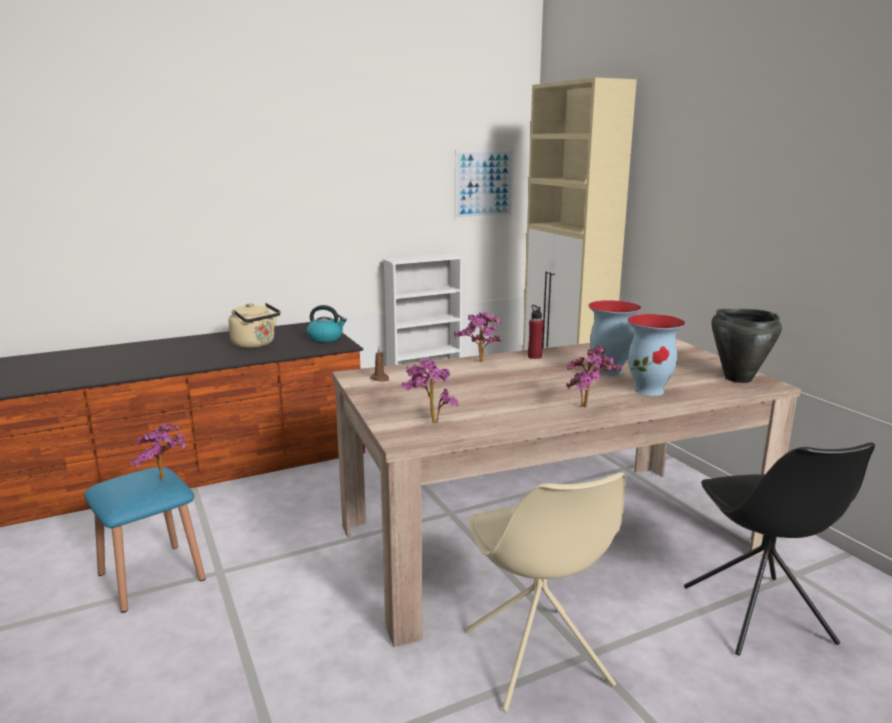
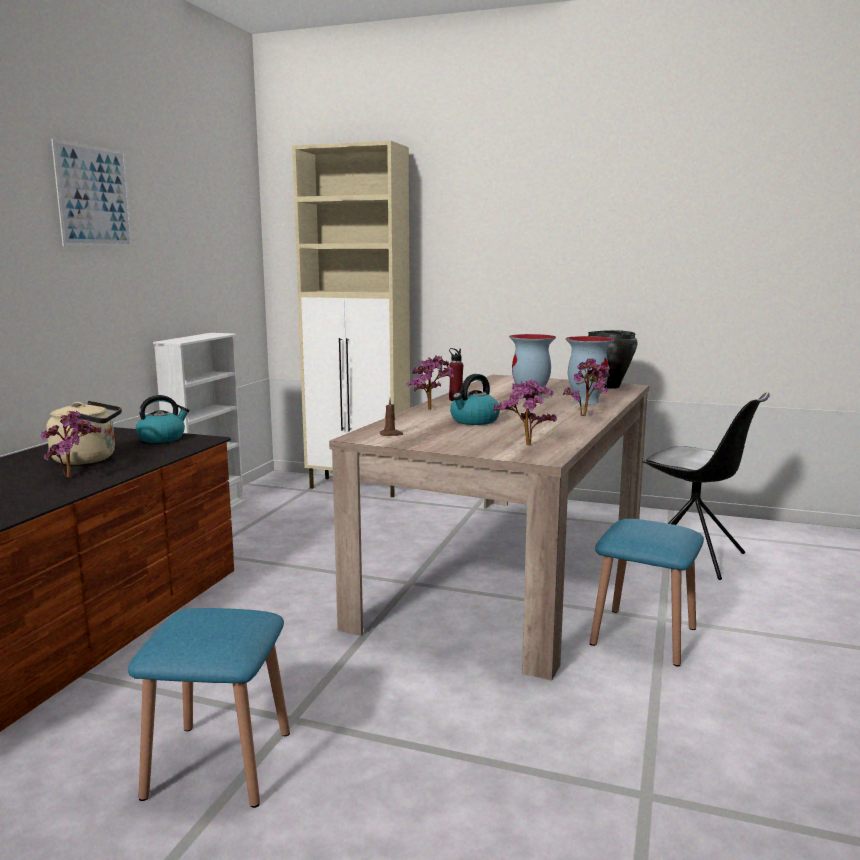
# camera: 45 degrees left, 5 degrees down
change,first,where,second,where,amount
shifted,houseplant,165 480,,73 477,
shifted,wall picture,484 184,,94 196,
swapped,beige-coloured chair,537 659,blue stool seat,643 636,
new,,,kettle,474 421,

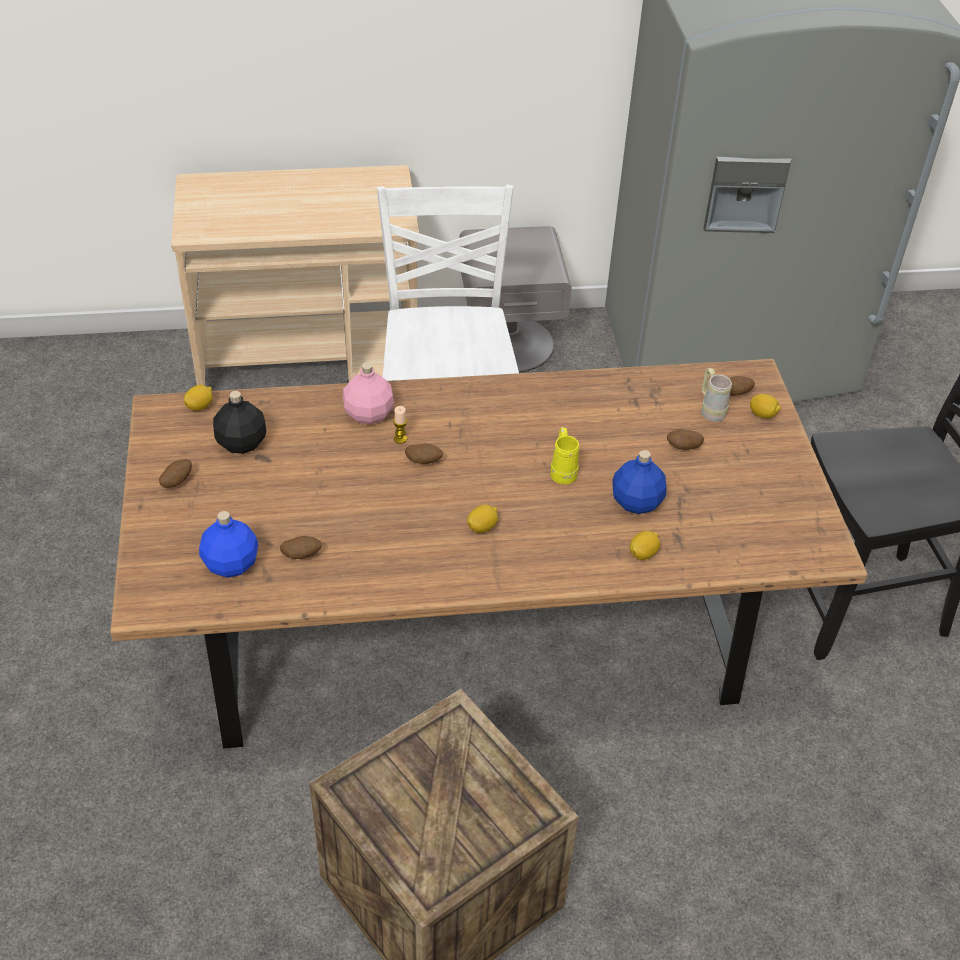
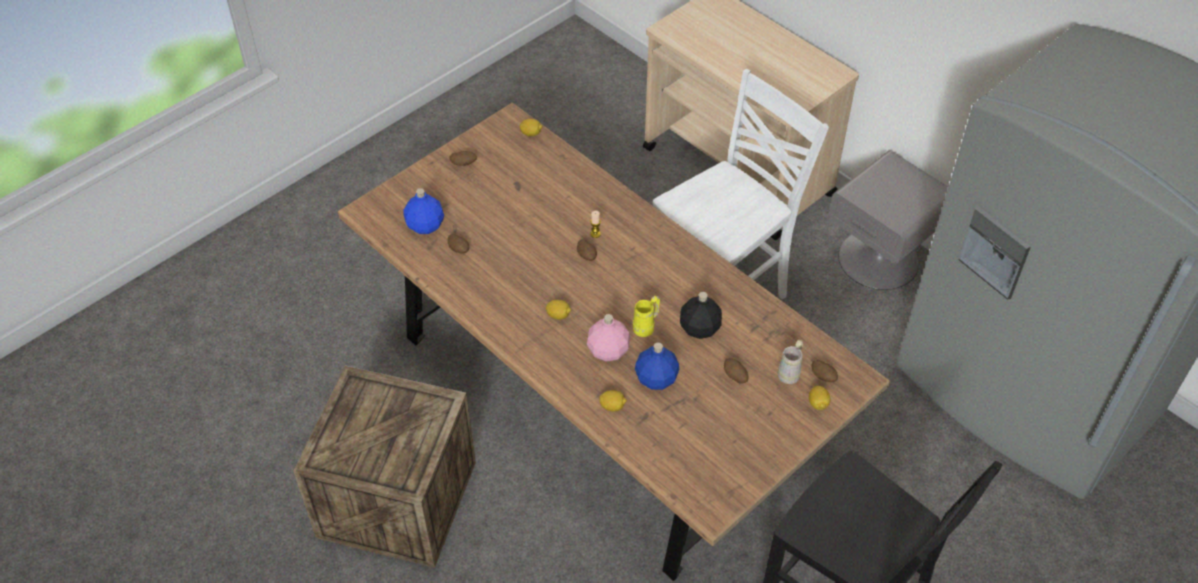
# camera: 55 degrees right, 5 degrees up
change,first,where,second,where,amount
shifted,blackish drink bottle,241 444,,699 329,
shifted,pink-coloured drink bottle,369 414,,608 351,

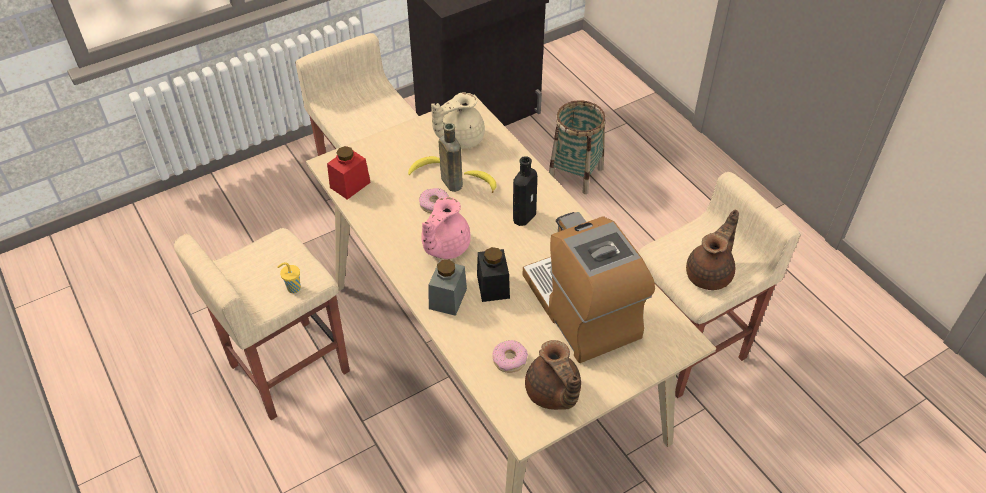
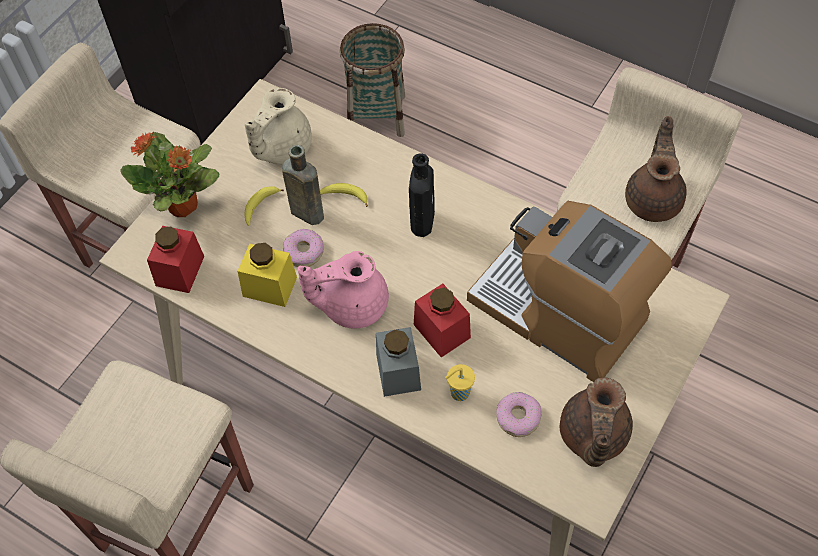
# camera: 25 degrees left, 10 degrees up
change,first,where,second,where,amount
shifted,yellow-coloured cup,293 288,,458 393,
rotated,pink-coloured pot for tea,444 247,,351 305,75 degrees clockwise
repainted,blackish storage jar,493 286,red storage jar,442 331,
rotated,brown pot for tea,553 393,,592 437,60 degrees clockwise
new,,,houseplant,183 206,
new,,,yellow-coloured storage jar,270 287,

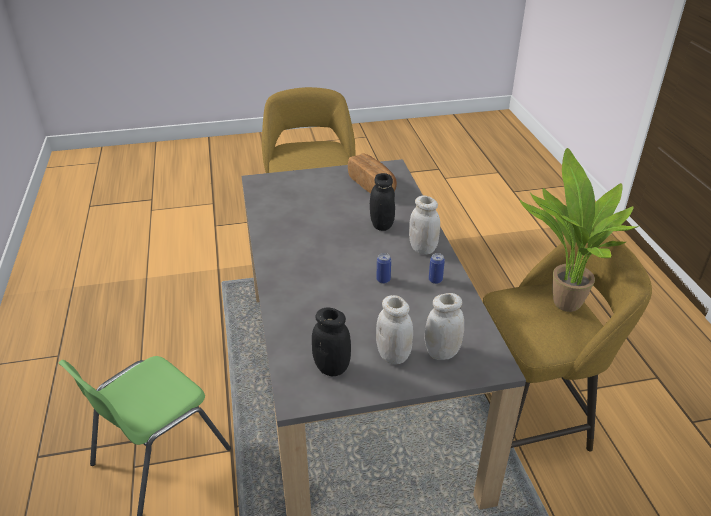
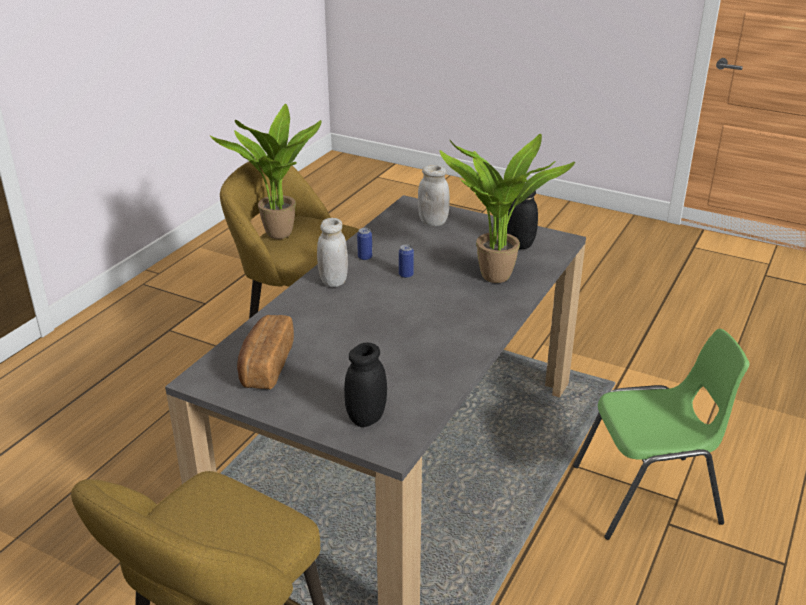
# camera: 140 degrees left, 5 degrees down
change,first,where,second,where,amount
shifted,blackish storage jar,381 225,,366 418,
gone,whitish storage jar,393 355,,,
new,,,houseplant,497 280,

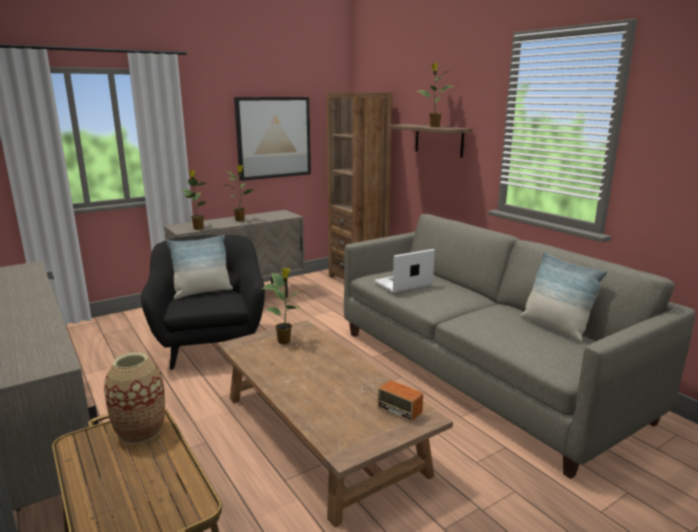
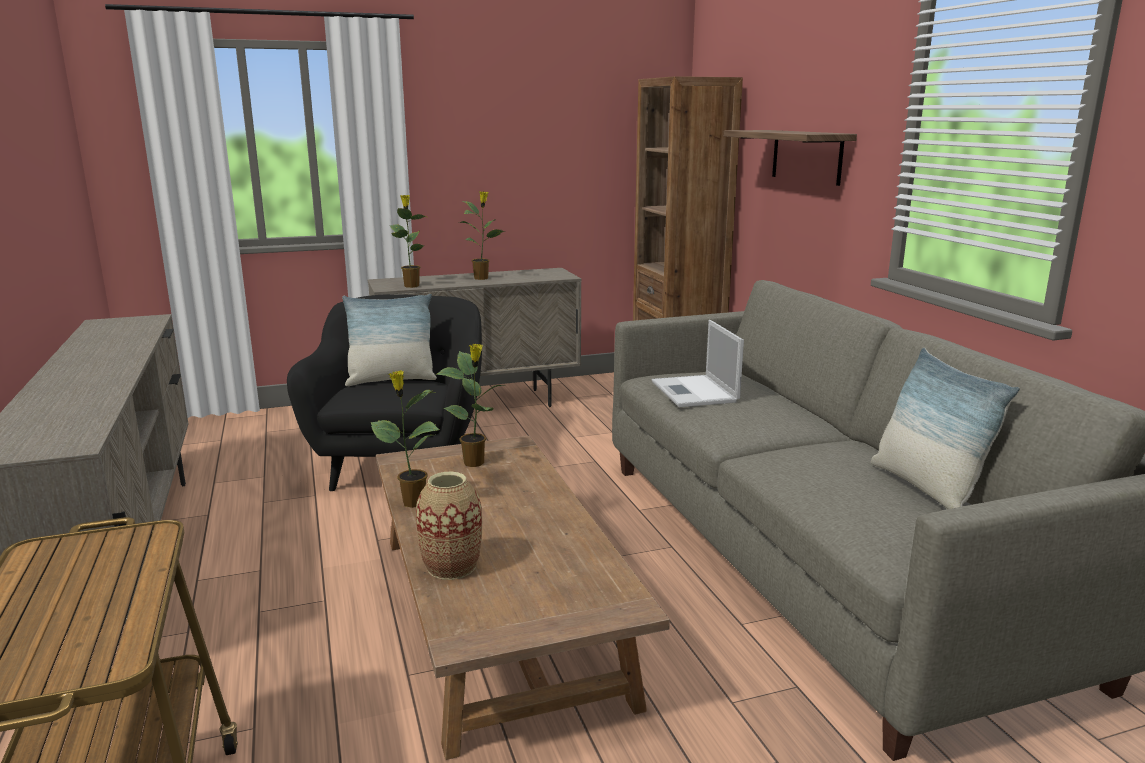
# camera: 15 degrees right, 0 degrees up
change,first,where,second,where,amount
shifted,decorative vase,140 431,,451 567,
gone,wall picture,273 137,,,
gone,radio set,390 397,,,
rotated,notebook computer,402 284,,695 392,90 degrees counterclockwise
shifted,houseplant,434 126,,412 502,

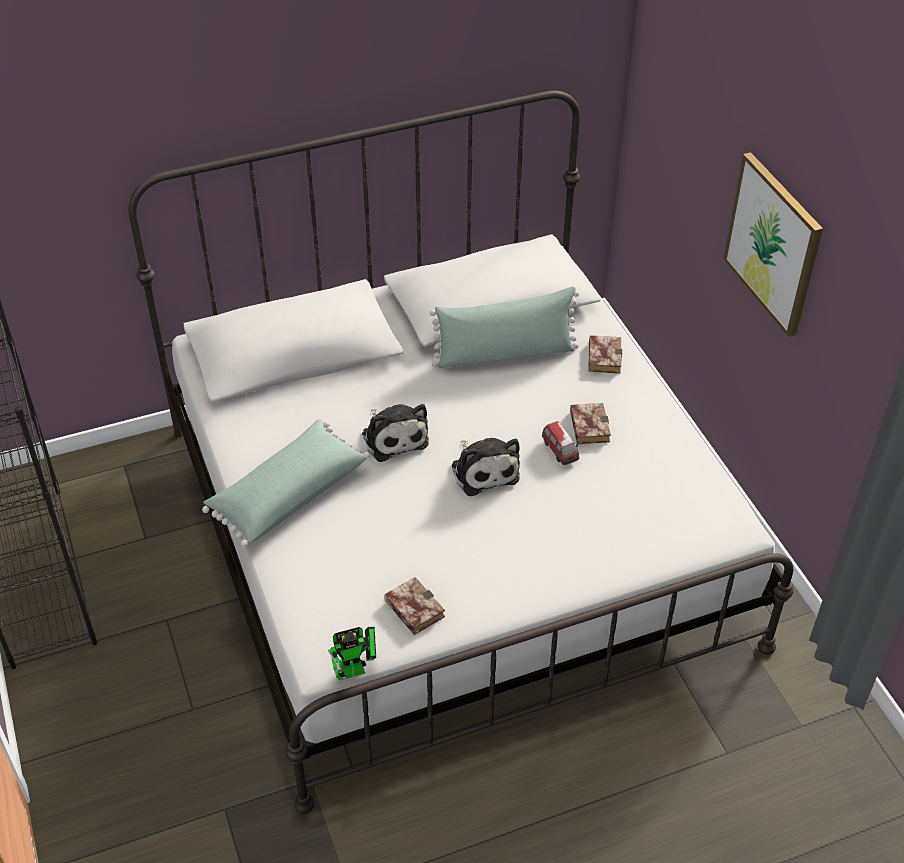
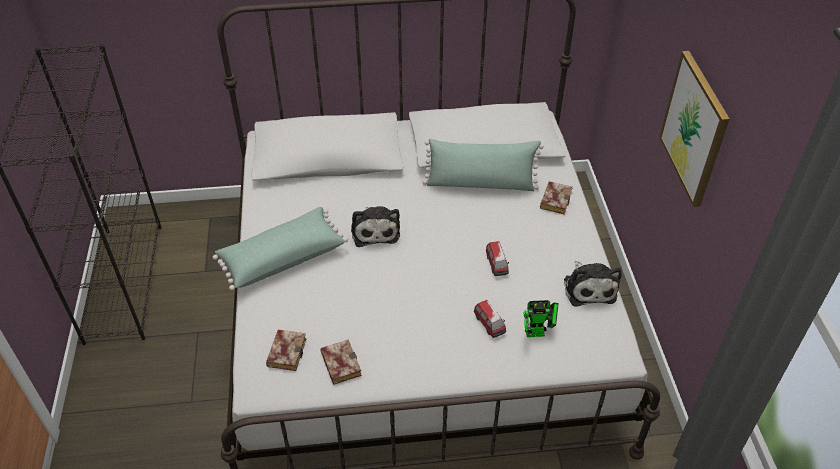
# camera: 15 degrees right, 0 degrees up
change,first,where,second,where,amount
shifted,model robot,356 670,,538 333,
shifted,plush toy,484 470,,589 287,
shifted,volume,587 426,,286 351,
new,,,toy car,489 324,

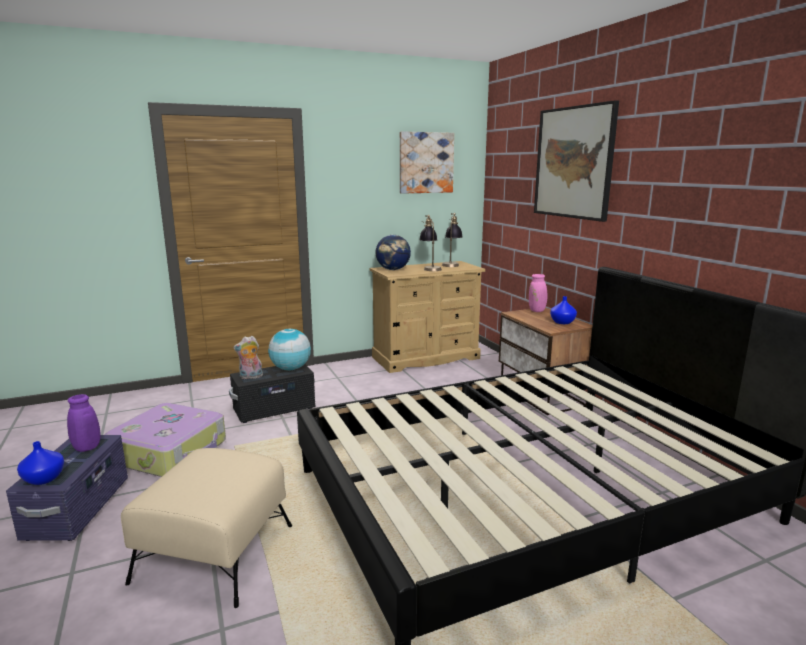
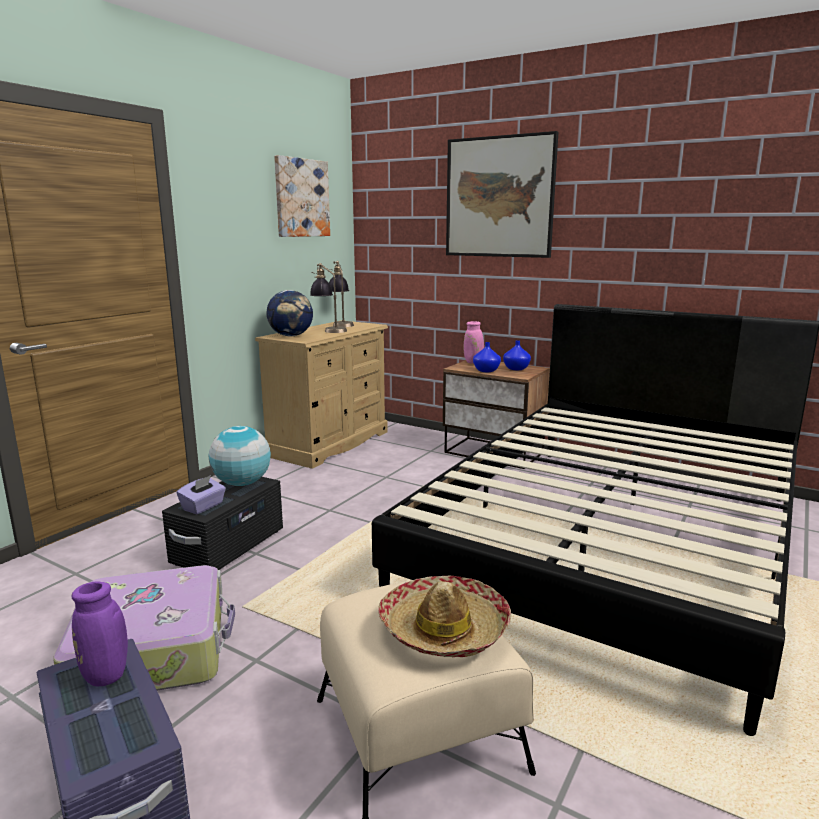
# camera: 35 degrees left, 0 degrees up
change,first,where,second,where,amount
shifted,blue decorative vase,43 479,,486 370,
swapped,plush toy,250 377,purple-coloured tissue holder,203 507,
new,,,wearable hat,444 629,

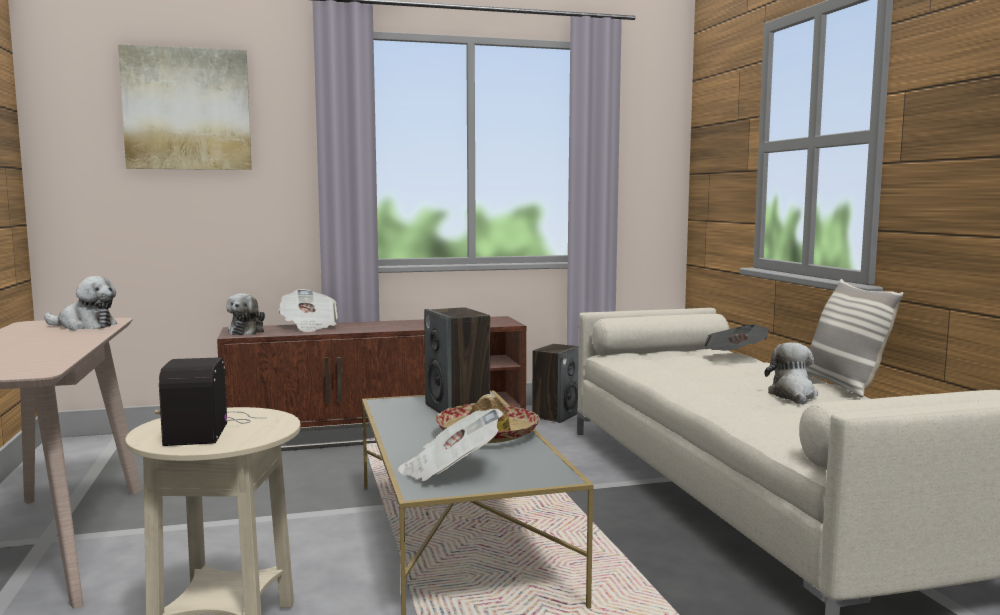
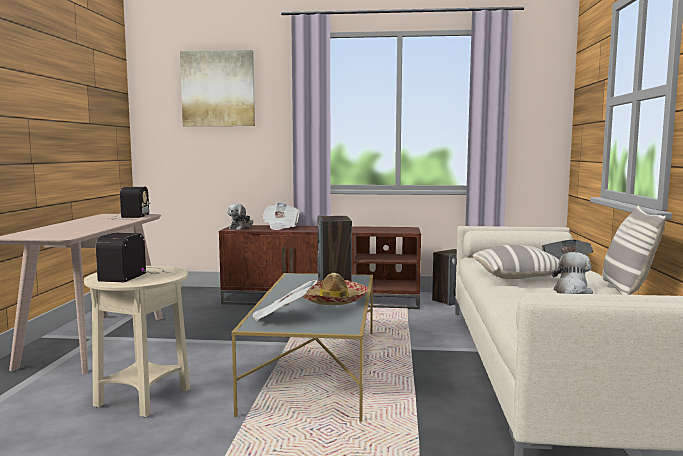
# camera: 20 degrees right, 0 degrees up
change,first,where,second,where,amount
swapped,plush toy,84 326,radio set,129 217,
new,,,cushion,519 276,

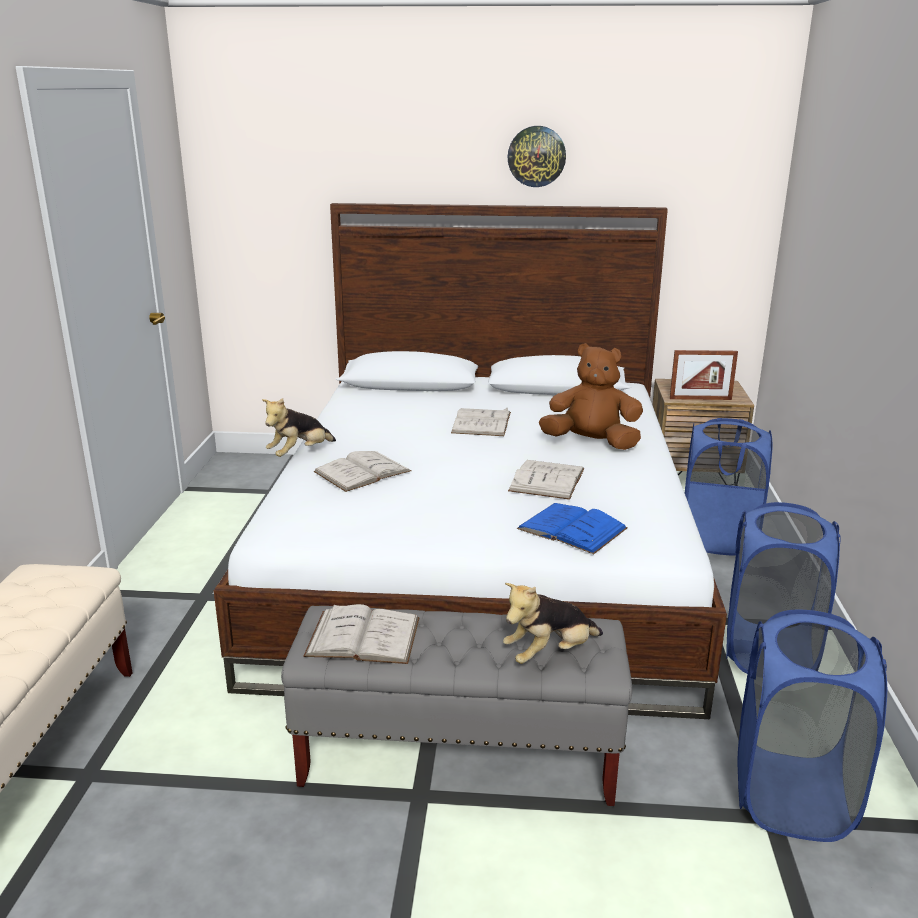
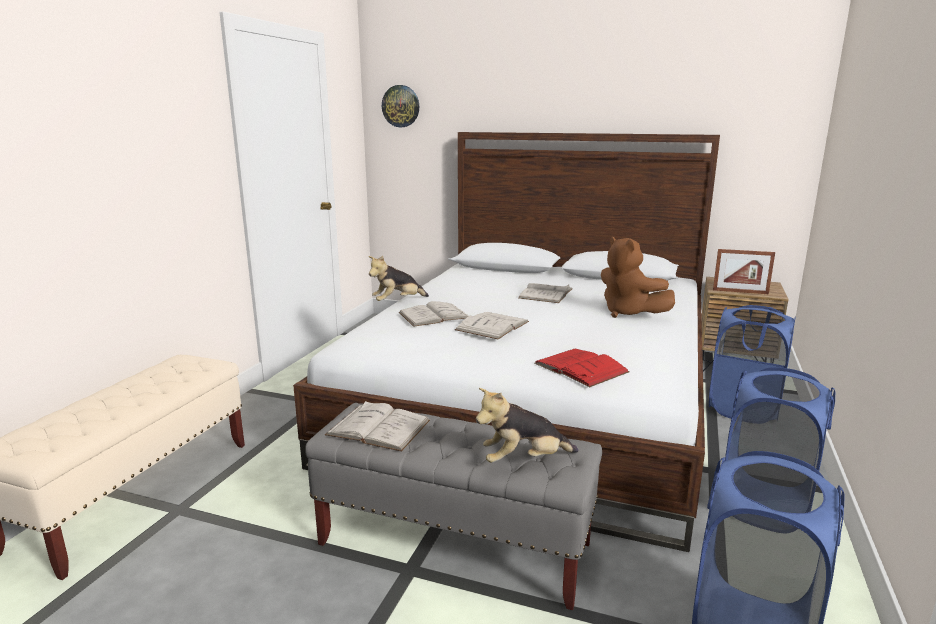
# camera: 15 degrees right, 5 degrees down
change,first,where,second,where,amount
shifted,hanging clock,536 156,,401 106,
shifted,whitish volume,547 480,,492 326,
repainted,blue volume,572 528,red volume,580 367,
rotated,brown plush toy,591 443,,629 313,150 degrees counterclockwise

